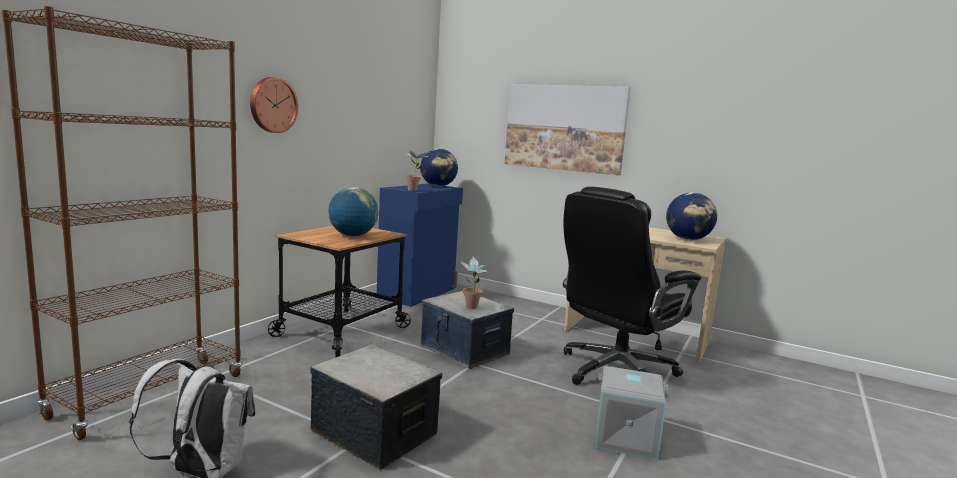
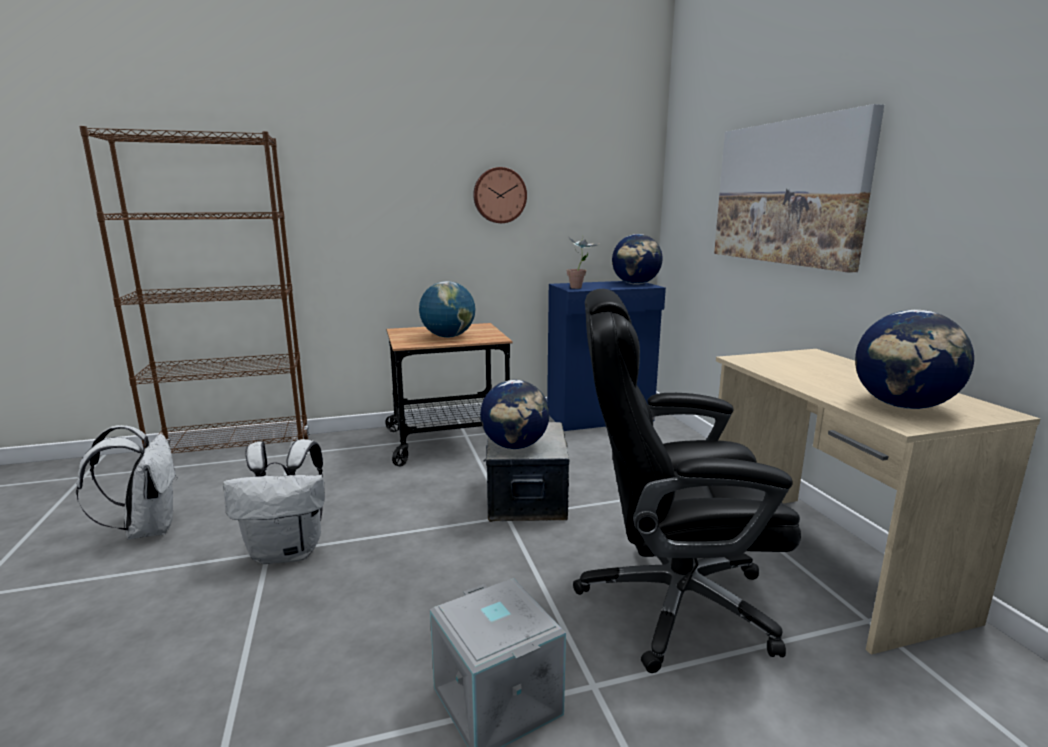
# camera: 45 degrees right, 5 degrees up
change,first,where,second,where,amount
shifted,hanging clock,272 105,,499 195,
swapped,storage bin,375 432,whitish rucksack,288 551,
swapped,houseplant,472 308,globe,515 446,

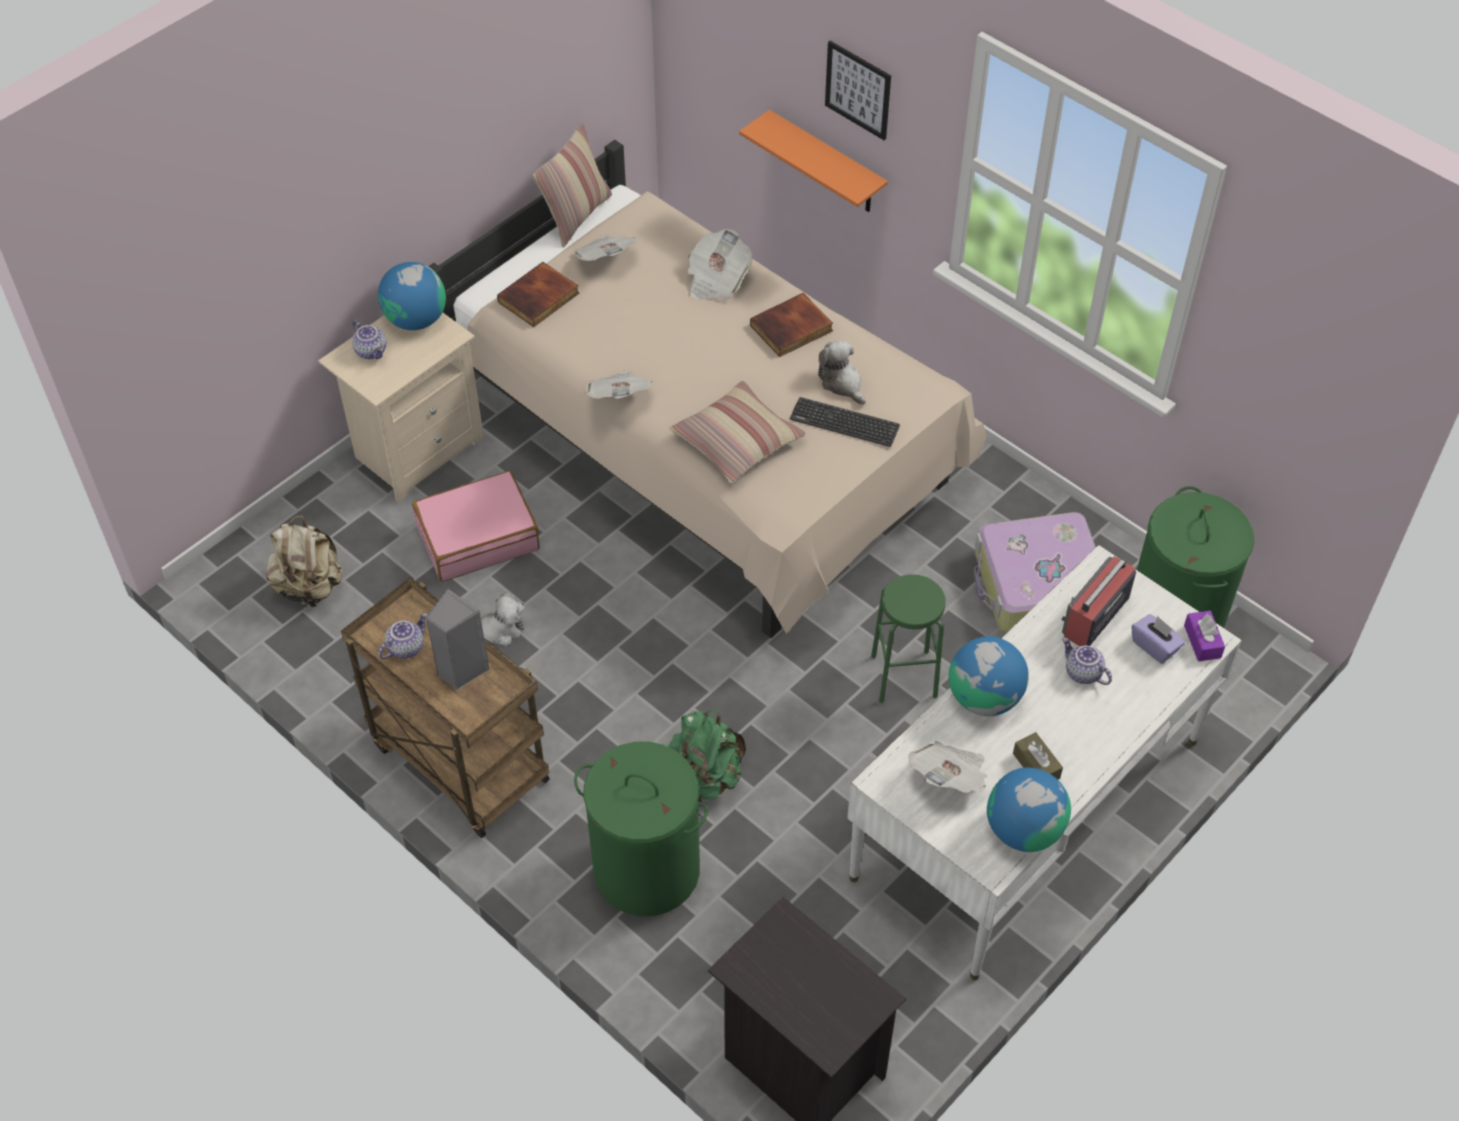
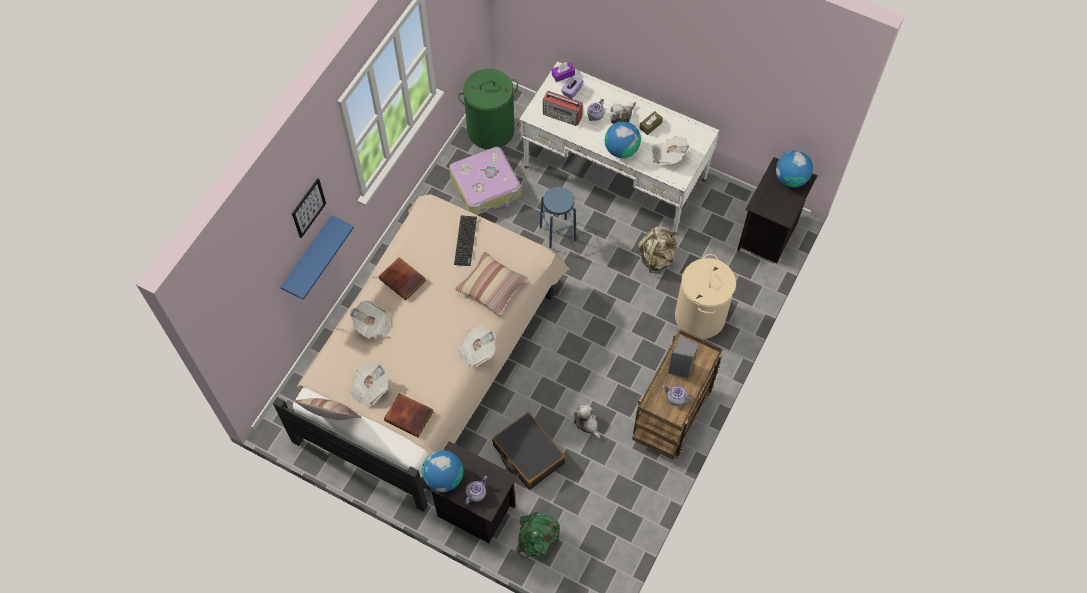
# camera: 105 degrees left, 10 degrees up
change,first,where,second,where,amount
shifted,beige-coloured rucksack,310 587,,656 258,
repainted,beige-coloured night table,416 449,blackish night table,473 510,
repainted,pink-coloured piece of luggage,477 537,blackish piece of luggage,528 455,
repainted,green-coloured hamper,646 870,beige-coloured hamper,700 316,
shifted,green-coloured rucksack,705 776,,537 540,
repainted,orangey shelf,826 164,blue shelf,308 258,
shifted,plush toy,842 383,,622 116,
repainted,green-coloured stool seat,904 676,blue stool seat,557 234,
shifted,globe,1023 830,,791 178,

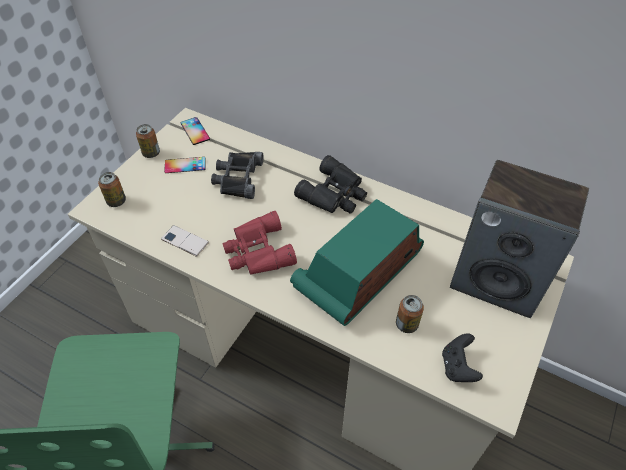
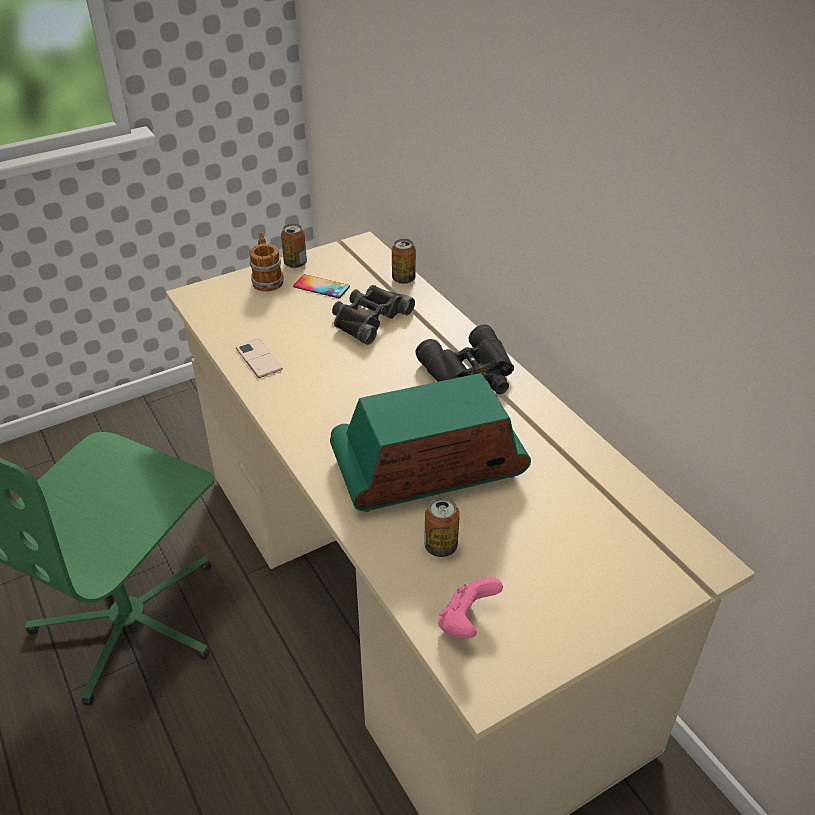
# camera: 30 degrees right, 10 degrees down
change,first,where,second,where,amount
shifted,metal can,116 201,,403 279,
gone,telephone,195 131,,,
gone,red field glasses,257 252,,,
repainted,blackish game controller,457 367,pink-coloured game controller,466 622,
gone,audio speaker,497 281,,,
new,,,coffee mug,267 279,

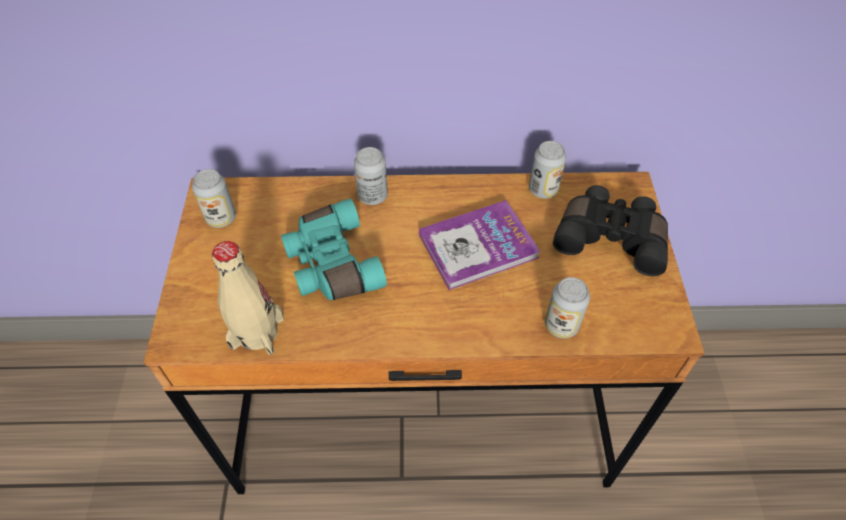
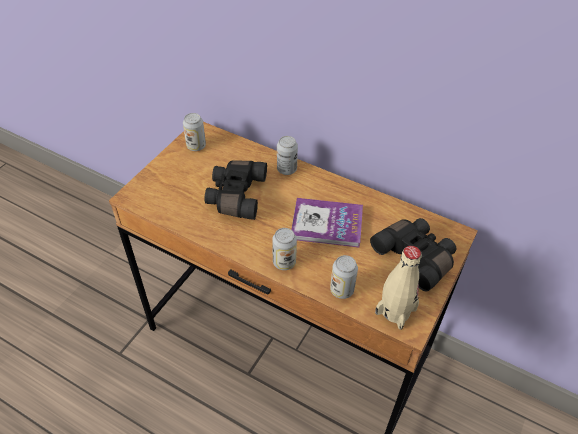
# camera: 30 degrees right, 5 degrees down
change,first,where,second,where,amount
shifted,beige-coloured drink bottle,257 332,,395 311,
repainted,turquoise-coloured field glasses,331 264,blackish field glasses,235 195,
shifted,metal can,543 189,,284 262,

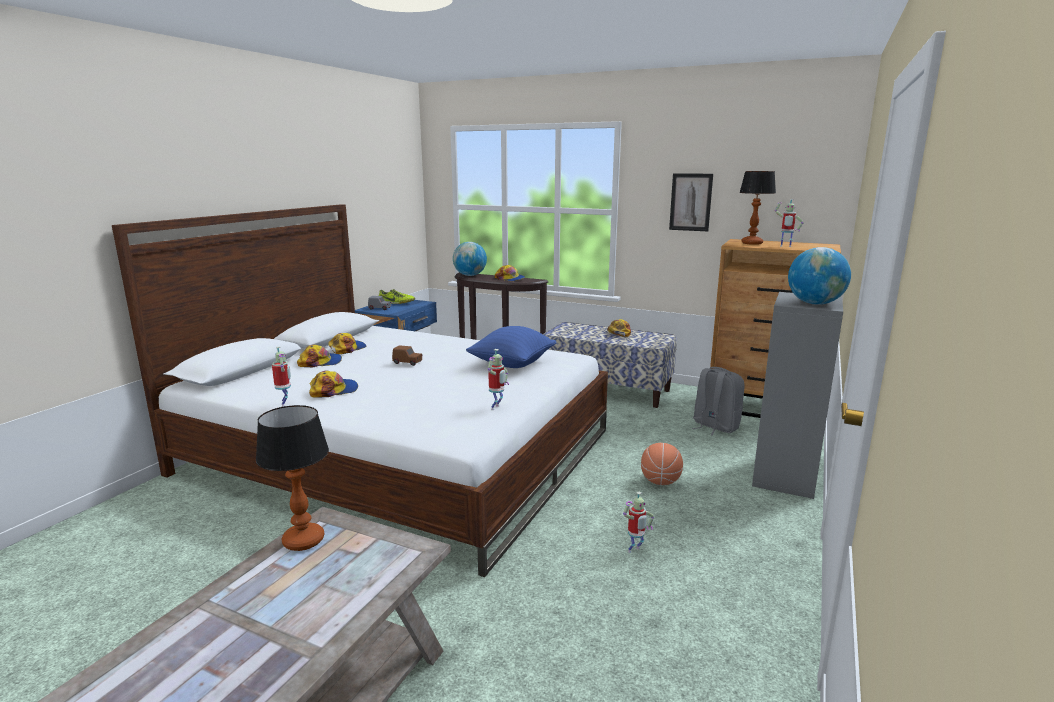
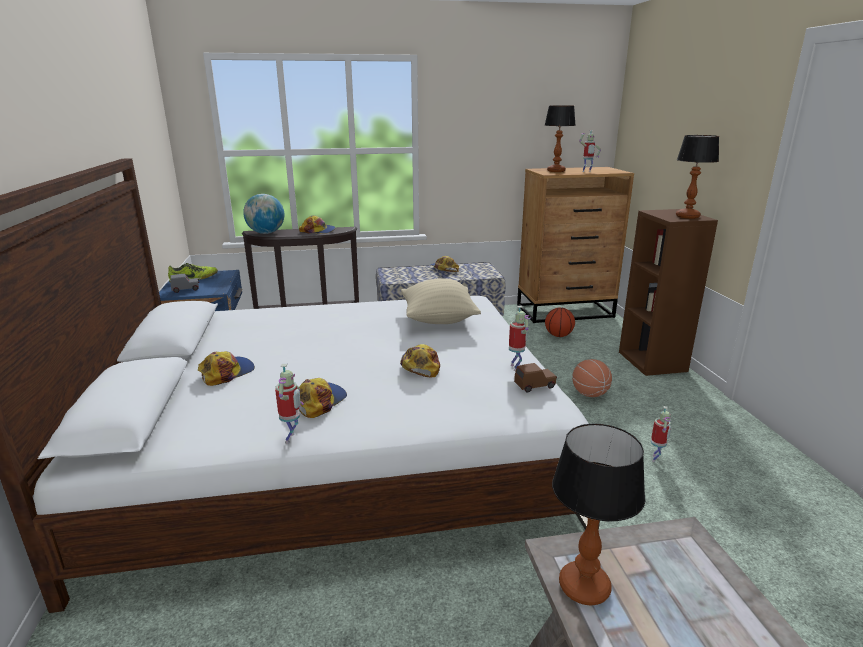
# camera: 35 degrees left, 5 degrees up
change,first,where,second,where,amount
rotated,model robot,285 404,,292 438,60 degrees clockwise
shifted,cap,347 348,,420 366,
shifted,brown toy car,407 362,,535 386,
repainted,blue cushion,512 364,beige-coloured cushion,438 320,
gone,wall picture,690 202,,,
swapped,gray rucksack,714 426,ball for basketball,558 335,
repainted,gray bookcase,785 477,brown bookcase,653 362,
swapped,globe,814 303,lamp for a table,687 216,

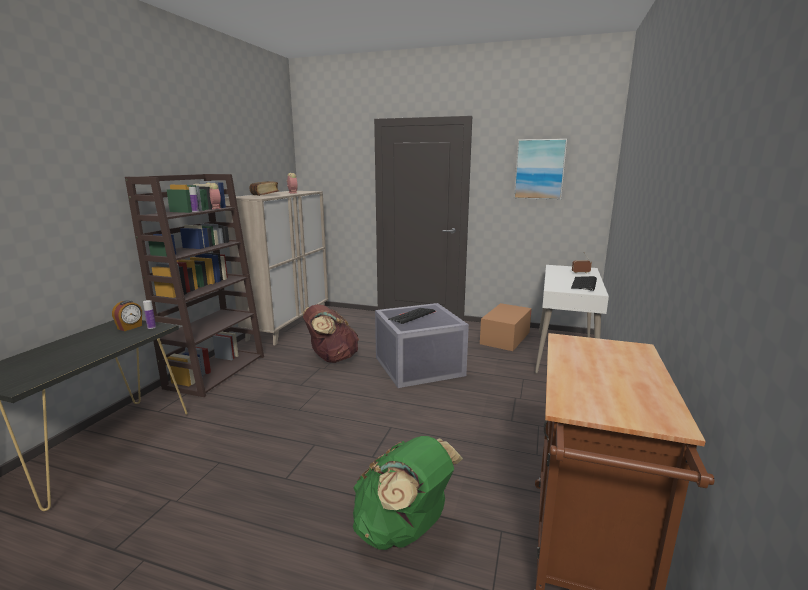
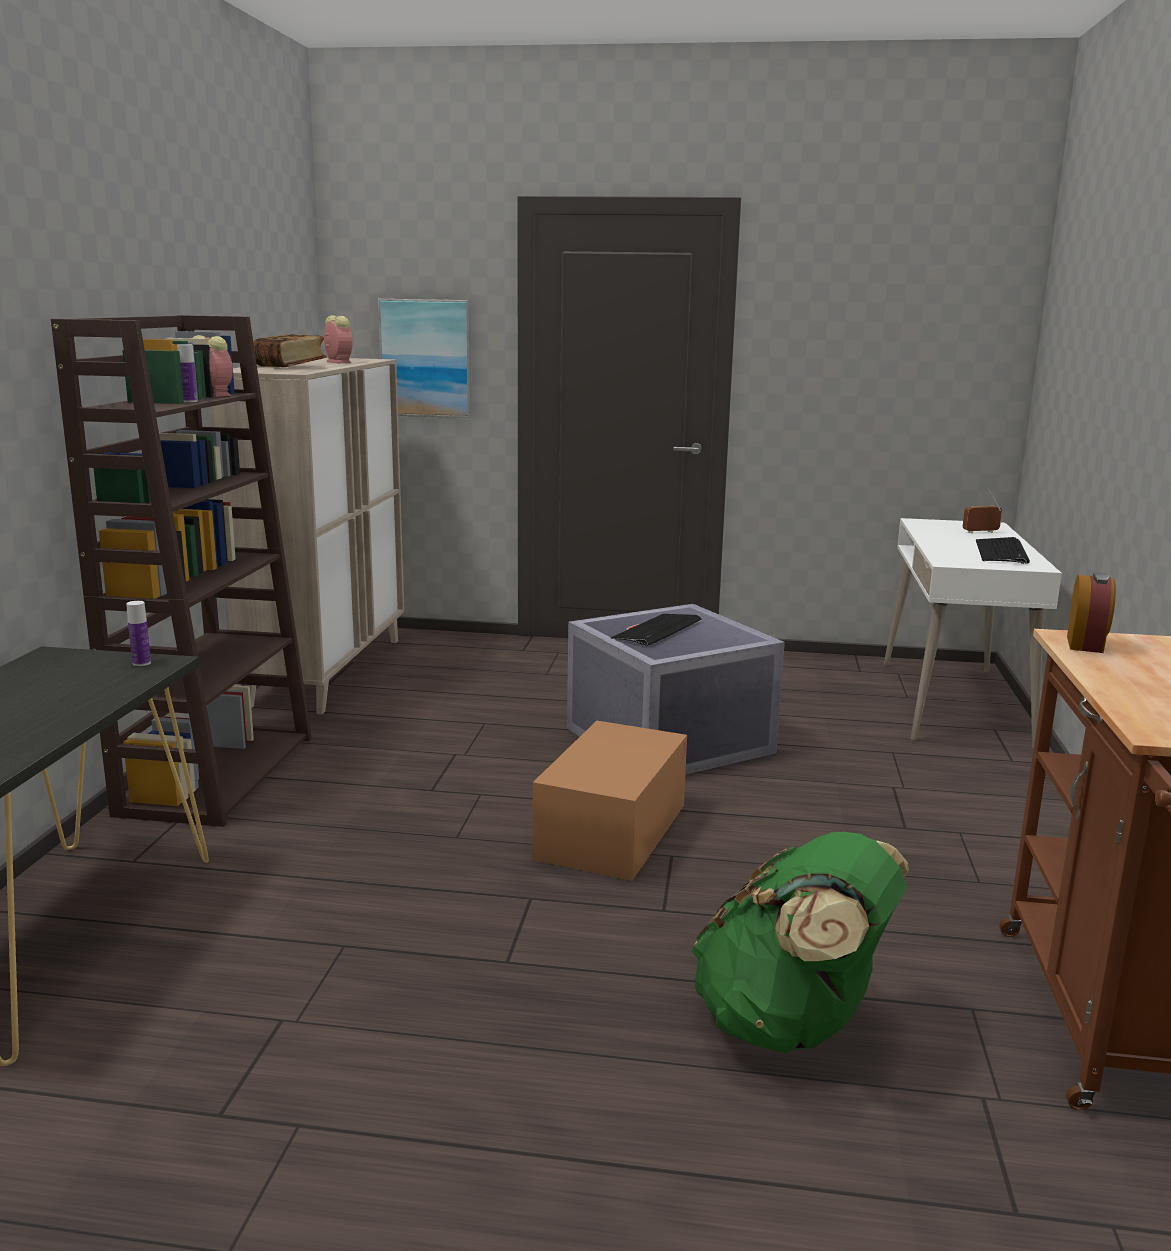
# camera: 10 degrees left, 0 degrees up
change,first,where,second,where,amount
shifted,alarm clock,130 327,,1086 644,
gone,brown rucksack,331 358,,,
shifted,packing box,505 338,,612 831,
shifted,wall picture,539 169,,426 358,

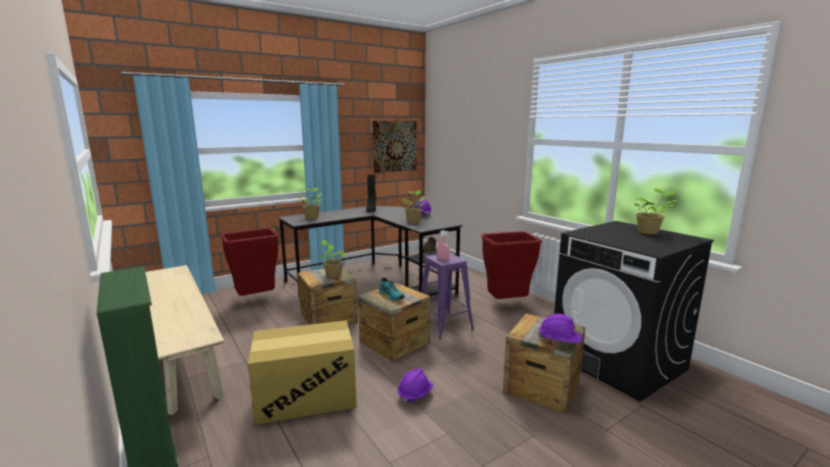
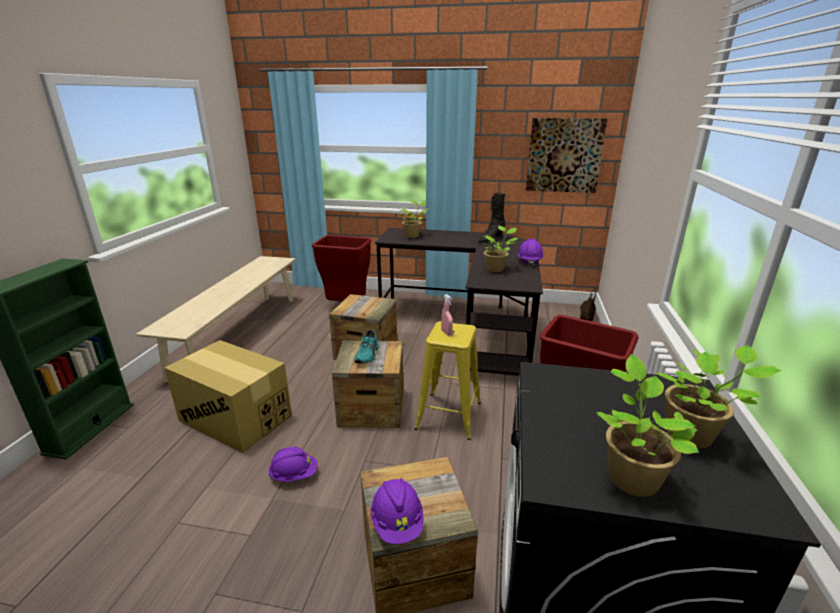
# camera: 45 degrees right, 10 degrees up
change,first,where,second,where,amount
shifted,houseplant,333 275,,631 476,
repainted,purple-coloured stool seat,444 325,yellow-coloured stool seat,449 415,

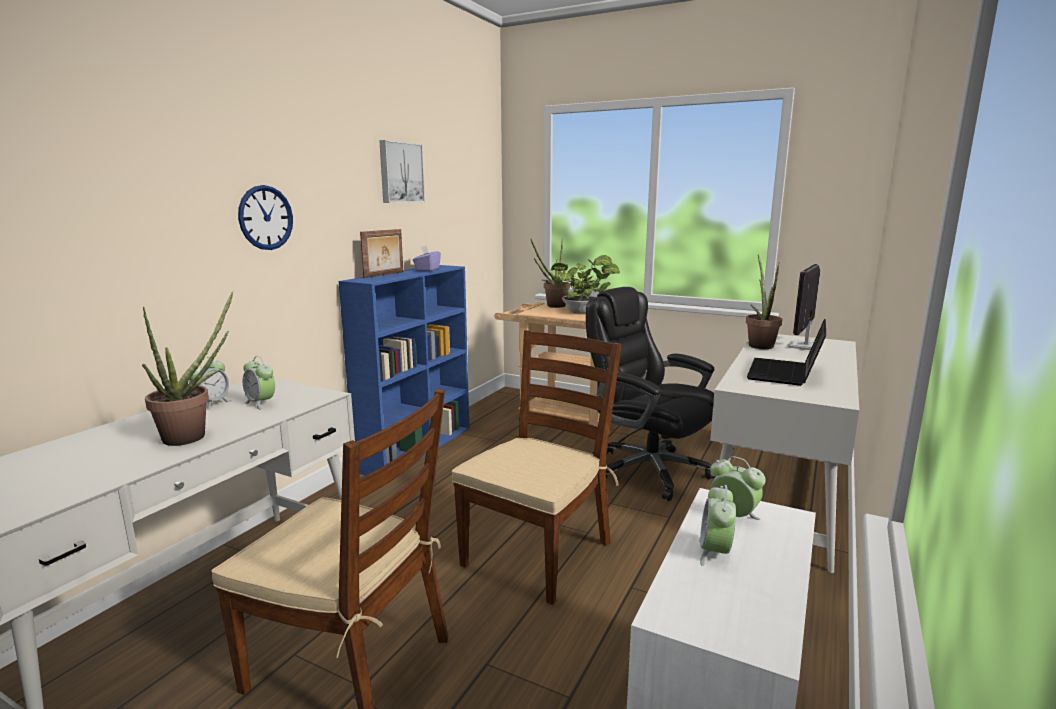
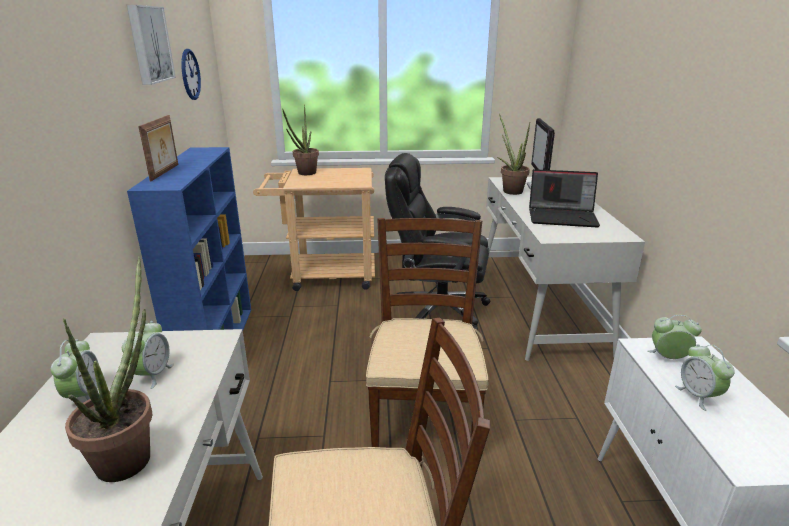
# camera: 30 degrees left, 10 degrees up
change,first,where,second,where,amount
shifted,hanging clock,266 218,,190 74,
rotated,alarm clock,261 403,,152 375,90 degrees counterclockwise
gone,purple-coloured tissue holder,427 270,,,
gone,houseplant,583 312,,,
rotated,notebook computer,785 374,,563 217,75 degrees counterclockwise

